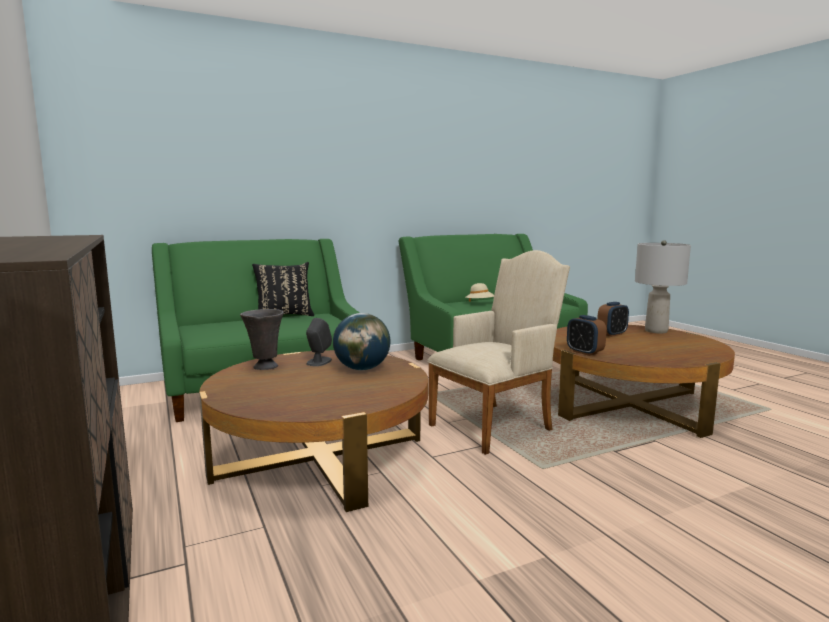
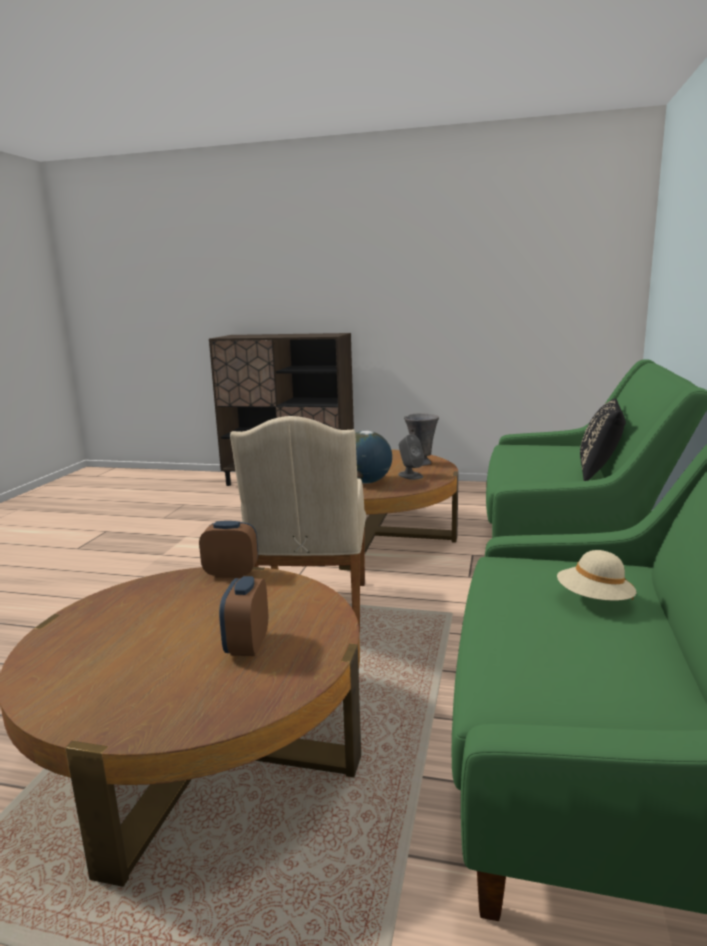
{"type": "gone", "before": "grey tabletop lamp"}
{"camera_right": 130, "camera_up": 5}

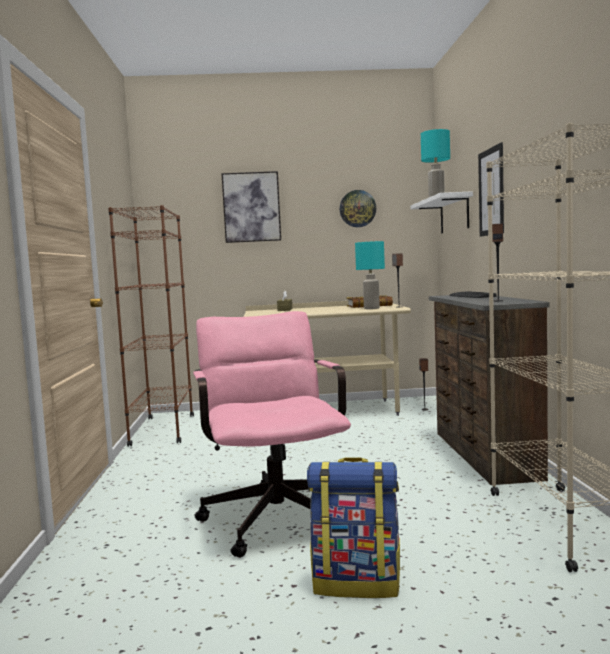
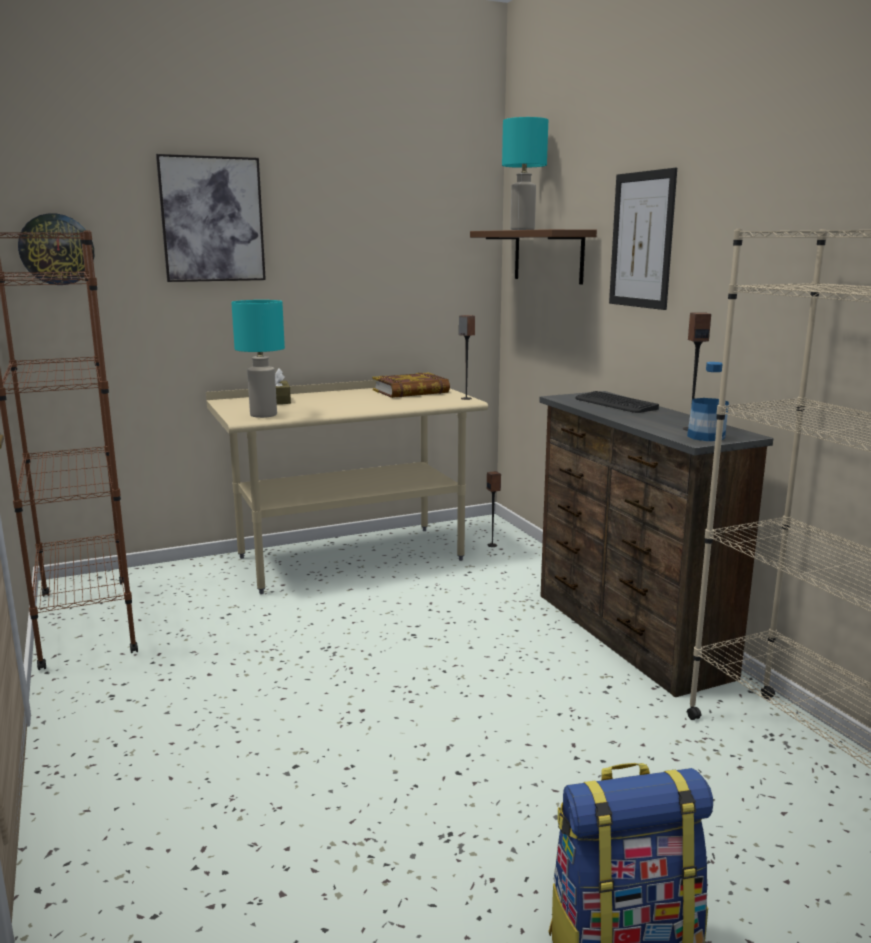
{"type": "shifted", "before": "clock on the wall"}
{"type": "shifted", "before": "turquoise-coloured tabletop lamp (no. 1 from left)"}
{"type": "repainted", "before": "white shelf", "after": "brownish shelf"}
{"type": "new", "after": "drink bottle"}
{"type": "gone", "before": "pinkish desk chair"}
{"camera_right": -20, "camera_up": 10}

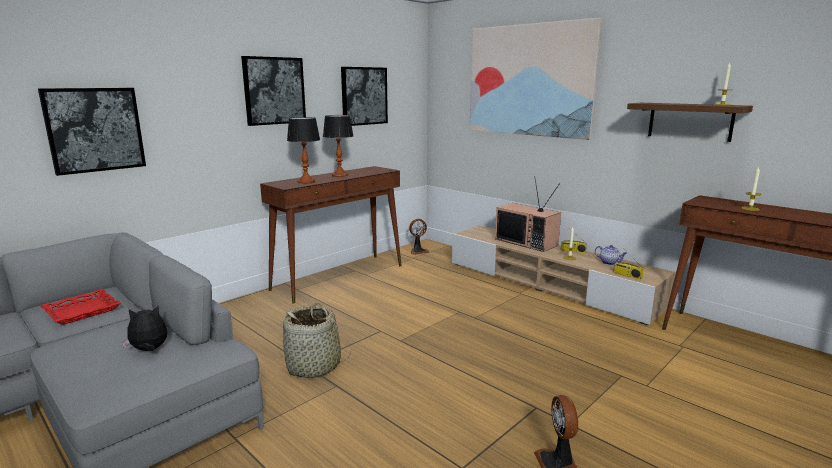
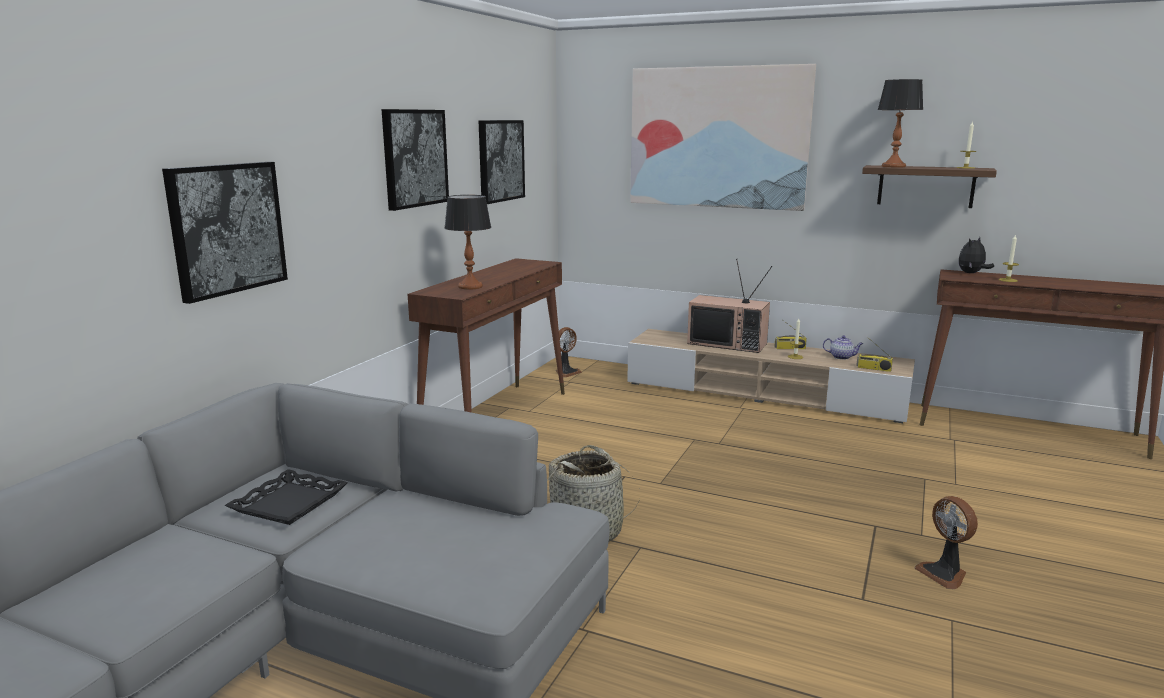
{"type": "repainted", "before": "red carrying tray", "after": "black carrying tray"}
{"type": "shifted", "before": "tabletop lamp (no. 2 from left)"}
{"type": "shifted", "before": "soft toy"}
{"camera_right": -20, "camera_up": 0}

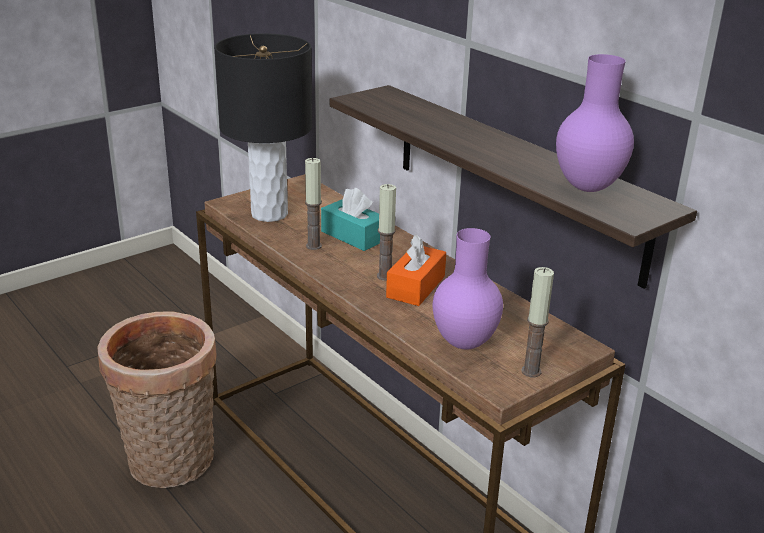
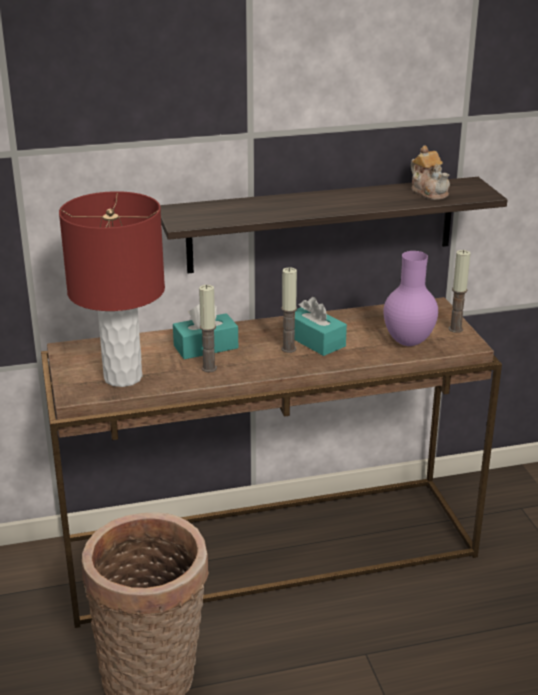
{"type": "repainted", "before": "black tabletop lamp", "after": "red tabletop lamp"}
{"type": "repainted", "before": "orange tissue holder", "after": "turquoise-coloured tissue holder (no. 2 from left)"}
{"type": "swapped", "before": "purple-coloured flower vase (no. 2 from left)", "after": "tea pot"}
{"camera_right": -65, "camera_up": 0}

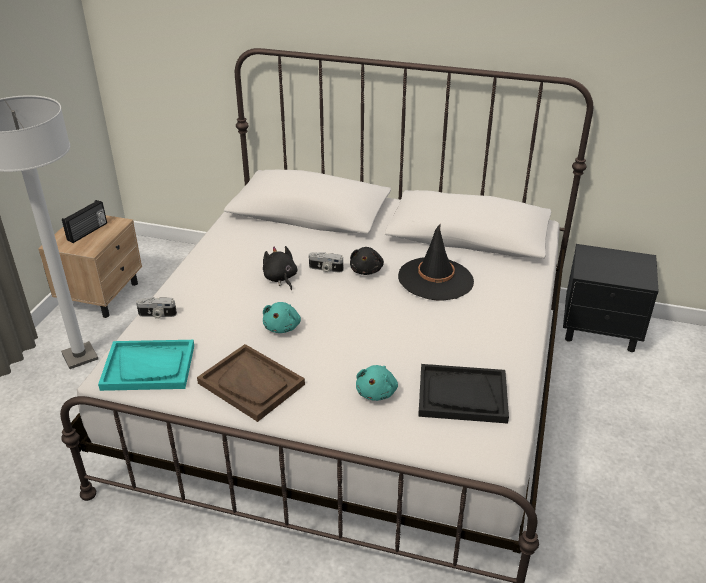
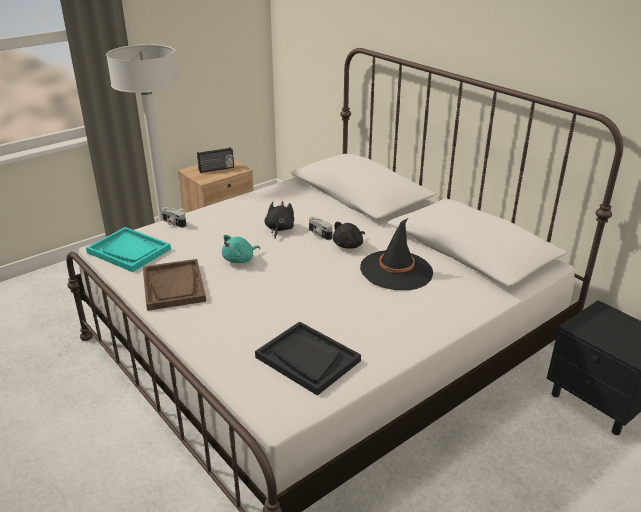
{"type": "gone", "before": "turquoise-coloured soft toy (no. 2 from left)"}
{"camera_right": 35, "camera_up": -5}

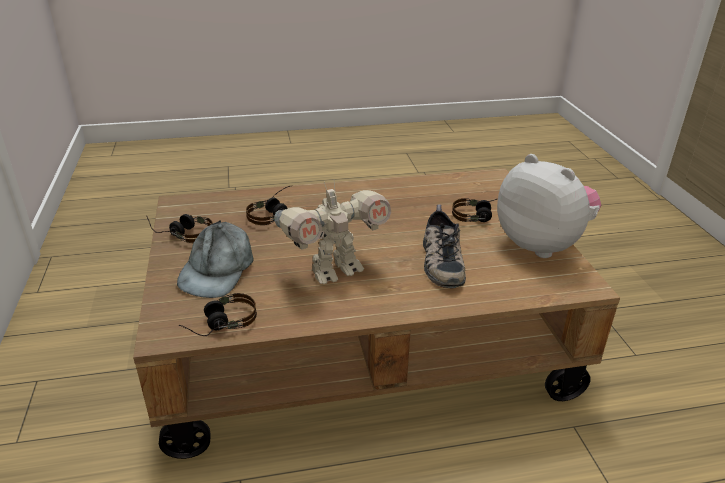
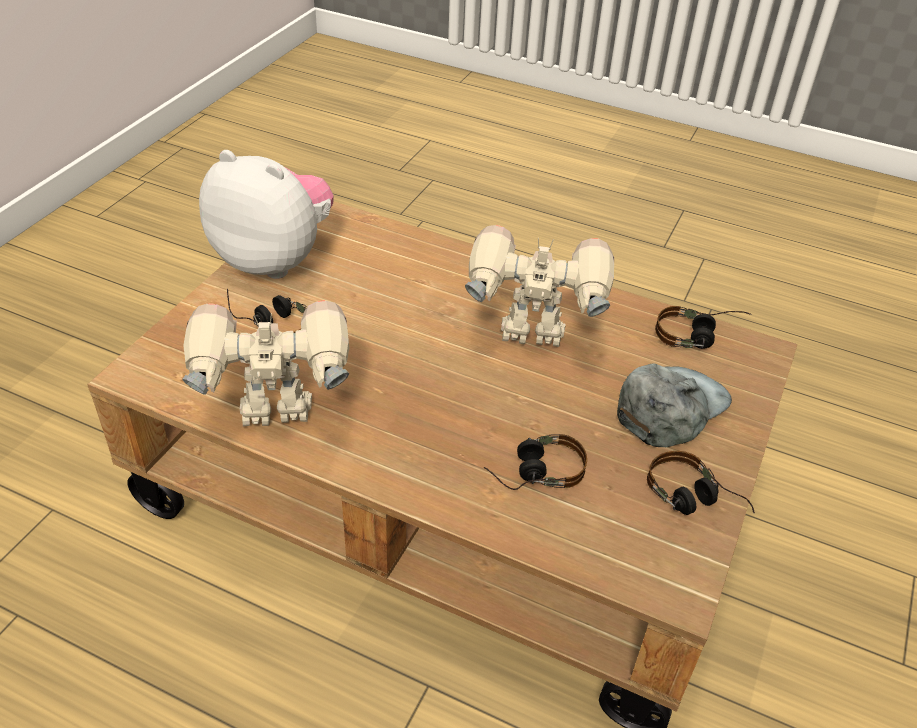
{"type": "new", "after": "model robot (no. 1 from left)"}
{"type": "rotated", "before": "soft toy", "turn": 120}
{"type": "gone", "before": "item of footwear"}
{"camera_right": -145, "camera_up": 10}

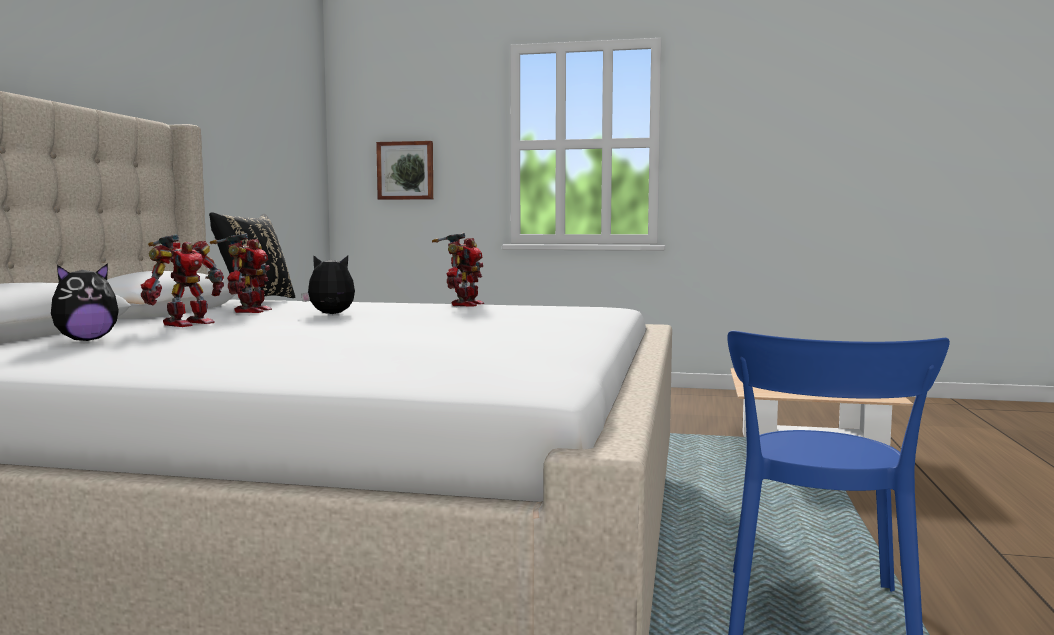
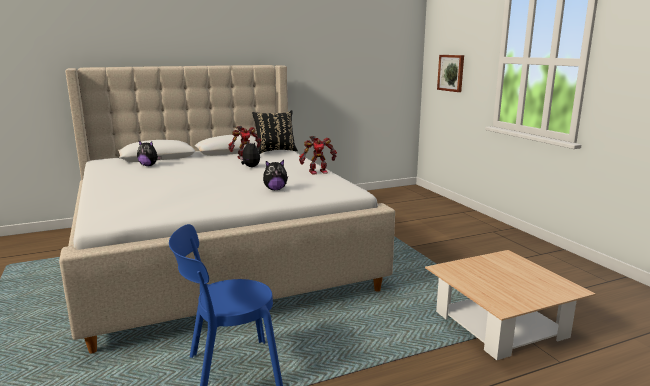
{"type": "new", "after": "soft toy (no. 3 from left)"}
{"type": "gone", "before": "model robot (no. 1 from left)"}
{"camera_right": 55, "camera_up": 10}

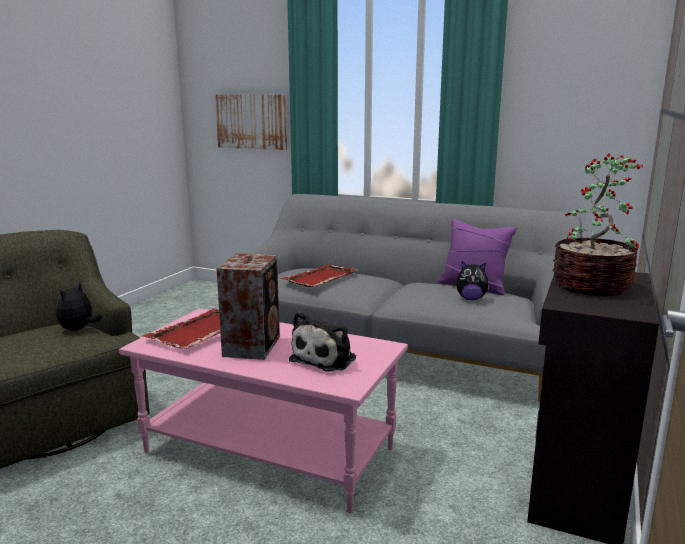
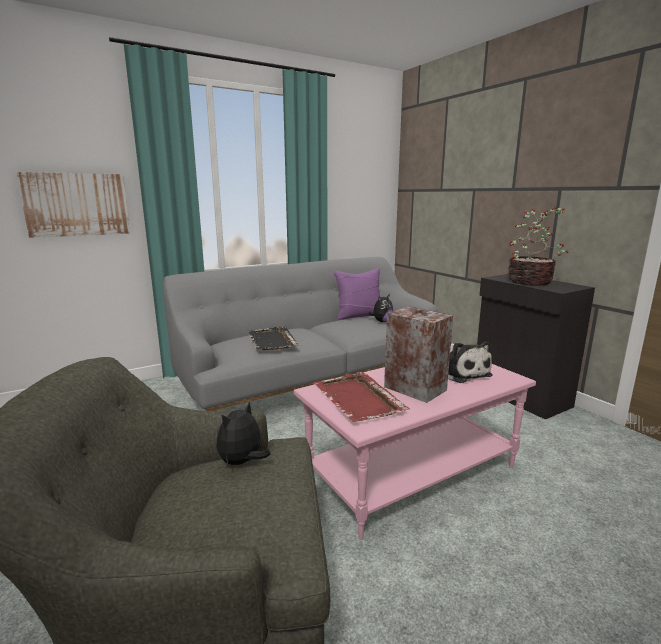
{"type": "rotated", "before": "soft toy (no. 1 from left)", "turn": 75}
{"type": "repainted", "before": "red carrying tray (no. 2 from left)", "after": "black carrying tray"}
{"camera_right": -55, "camera_up": 0}

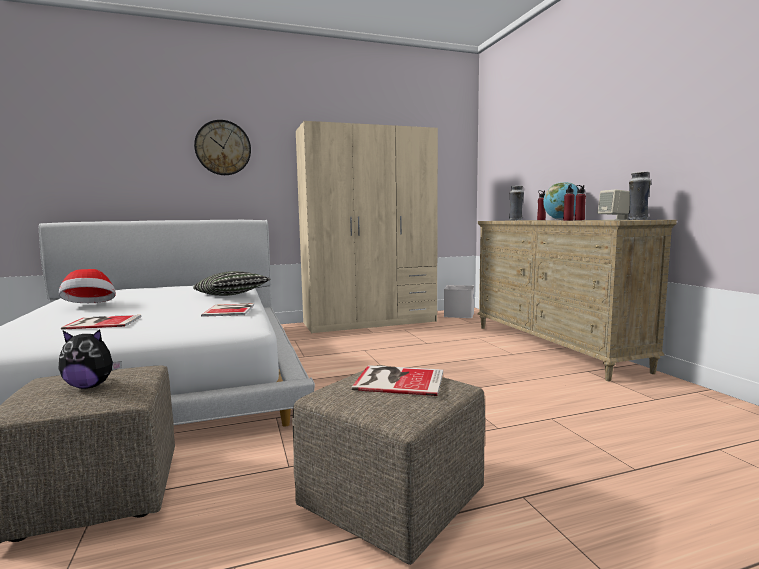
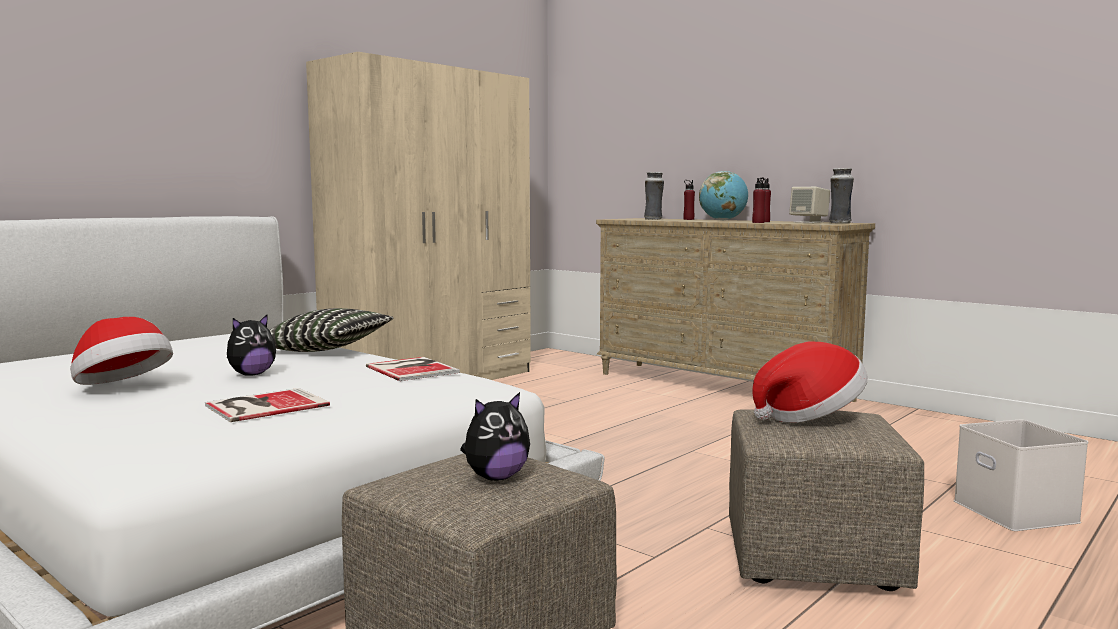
{"type": "new", "after": "soft toy (no. 1 from left)"}
{"type": "swapped", "before": "volume (no. 3 from left)", "after": "clothing hat (no. 2 from left)"}
{"type": "shifted", "before": "white storage container"}
{"type": "gone", "before": "clock on the wall"}
{"camera_right": -30, "camera_up": 0}

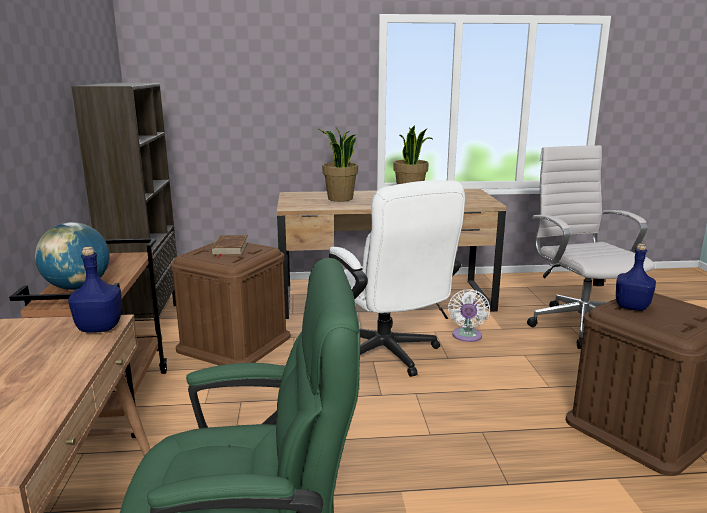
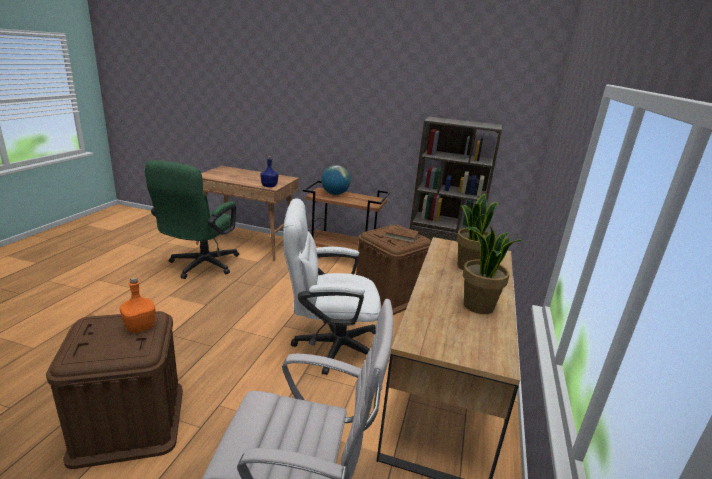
{"type": "repainted", "before": "bluish drink bottle (no. 2 from left)", "after": "orange drink bottle"}
{"type": "gone", "before": "white cooling fan"}
{"camera_right": 110, "camera_up": 5}

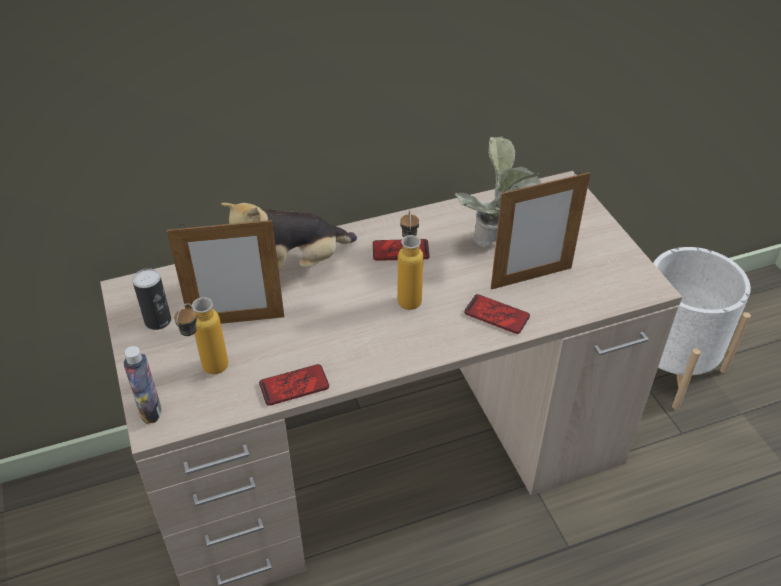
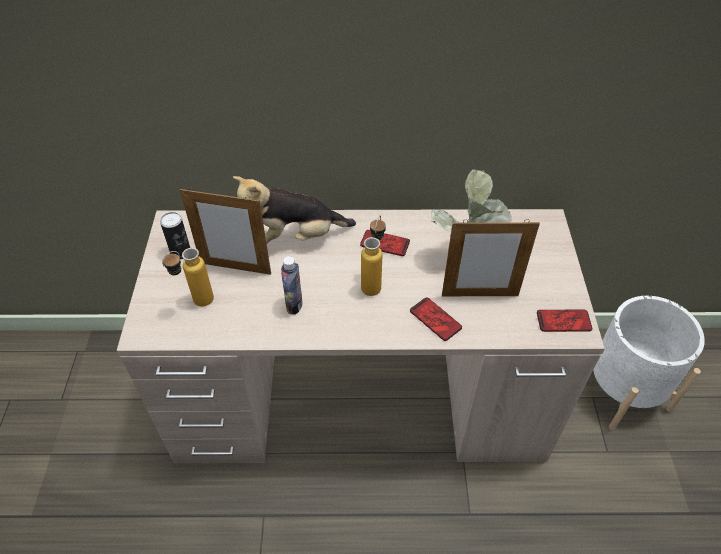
{"type": "shifted", "before": "drink bottle (no. 1 from left in the first image)", "after": "drink bottle (no. 2 from left)"}
{"type": "shifted", "before": "phone (no. 1 from left in the first image)", "after": "phone (no. 3 from left)"}
{"camera_right": 20, "camera_up": 5}

